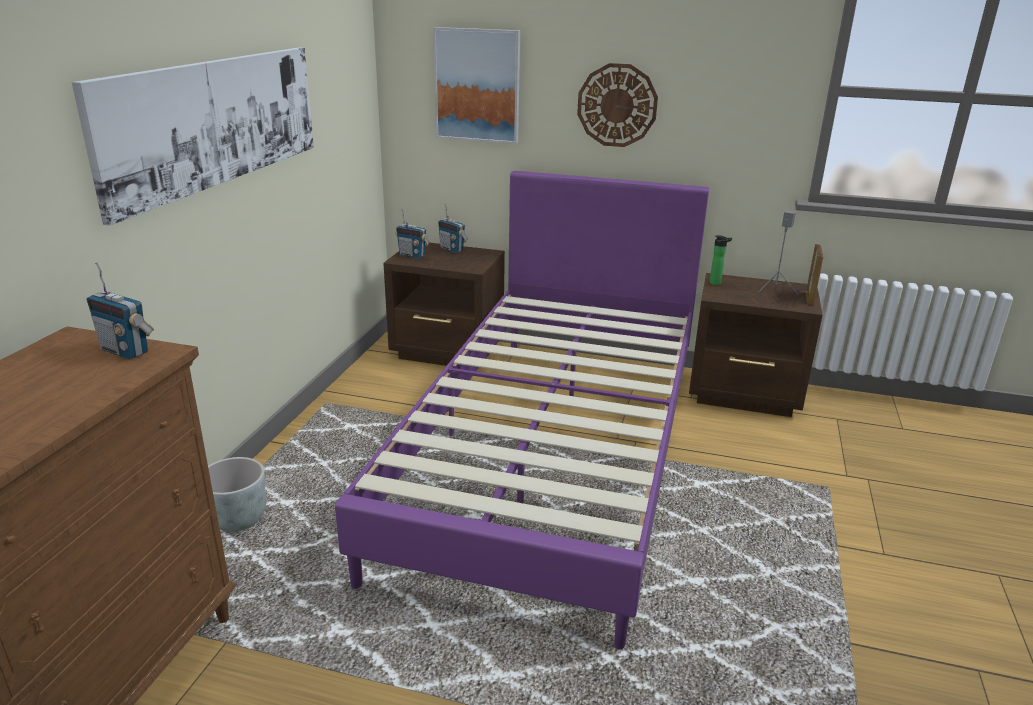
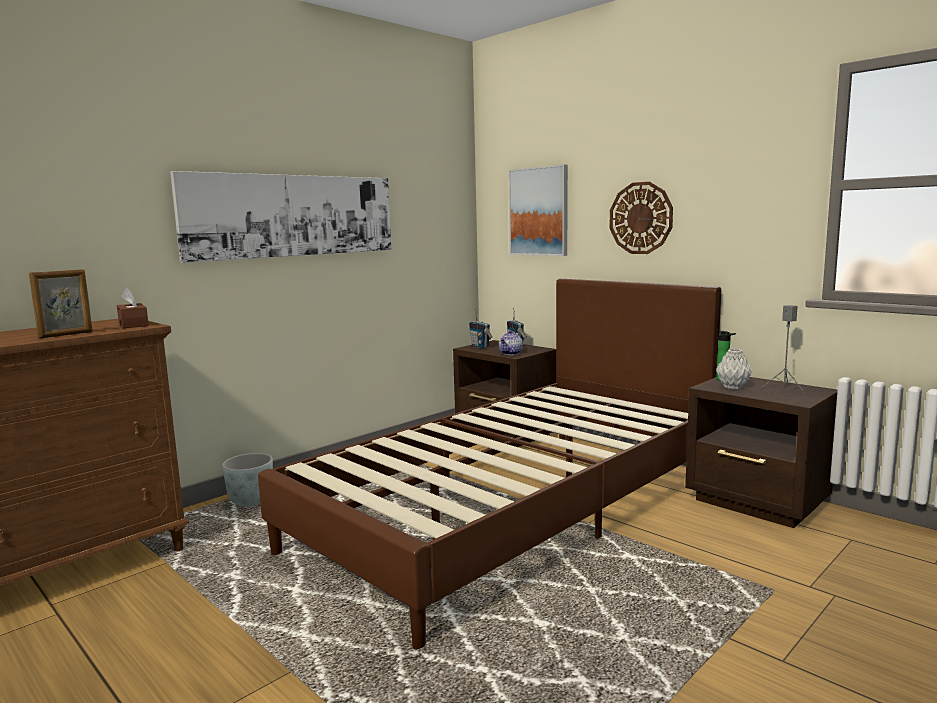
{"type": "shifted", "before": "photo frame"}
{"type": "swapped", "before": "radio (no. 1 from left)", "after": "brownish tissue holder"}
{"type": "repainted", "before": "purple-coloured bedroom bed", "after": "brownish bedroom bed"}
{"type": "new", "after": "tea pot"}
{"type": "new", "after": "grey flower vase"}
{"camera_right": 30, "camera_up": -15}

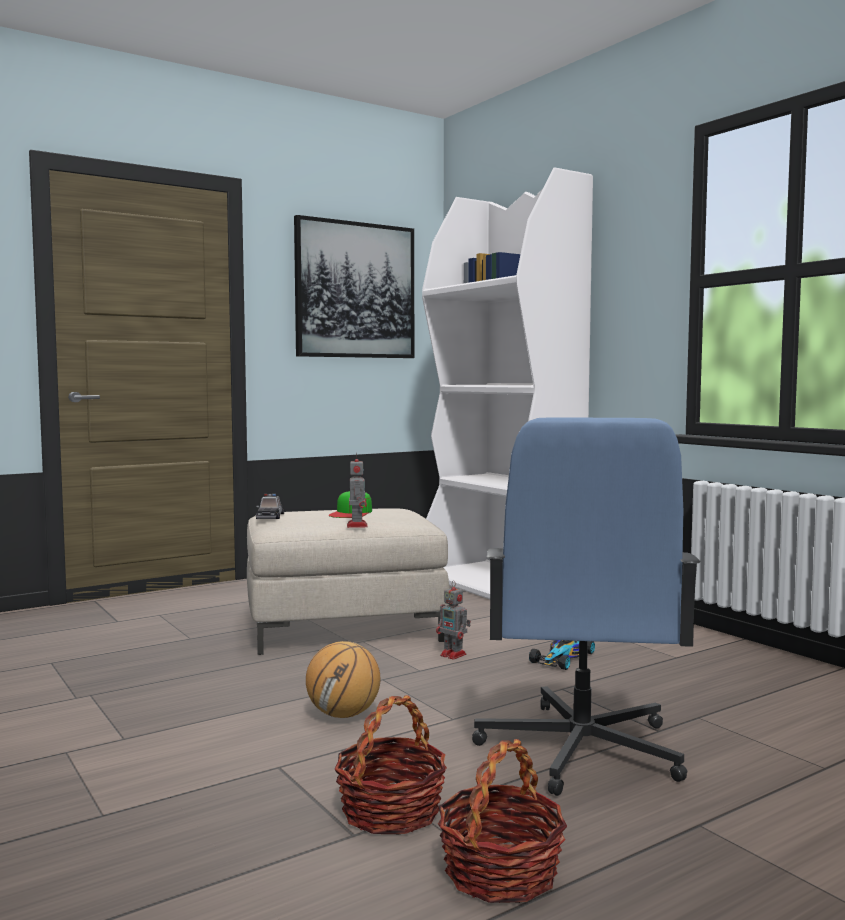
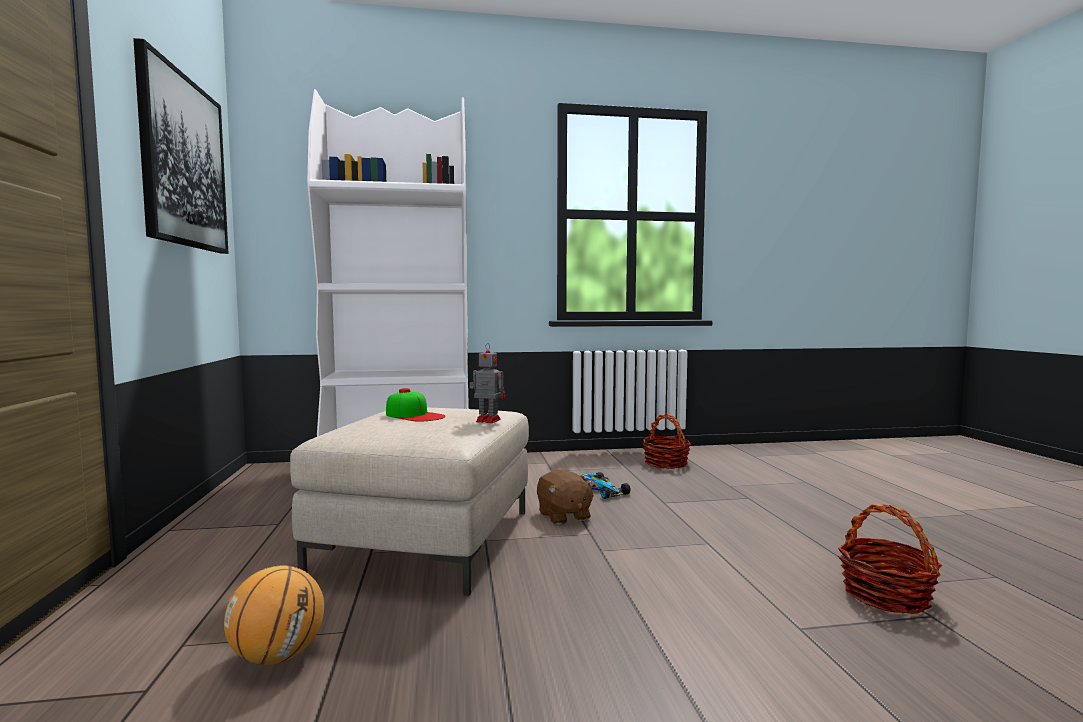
{"type": "shifted", "before": "basketball ball"}
{"type": "swapped", "before": "model robot (no. 2 from left)", "after": "brownish soft toy"}
{"type": "shifted", "before": "storage basket (no. 2 from left in the first image)", "after": "storage basket (no. 1 from left)"}
{"type": "gone", "before": "toy car (no. 1 from left)"}
{"type": "gone", "before": "bluish desk chair"}
{"camera_right": -65, "camera_up": 0}

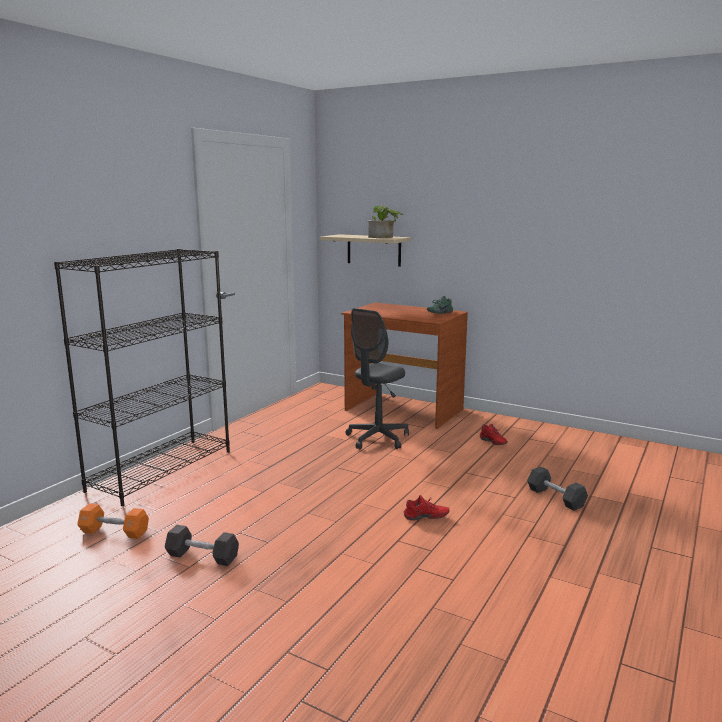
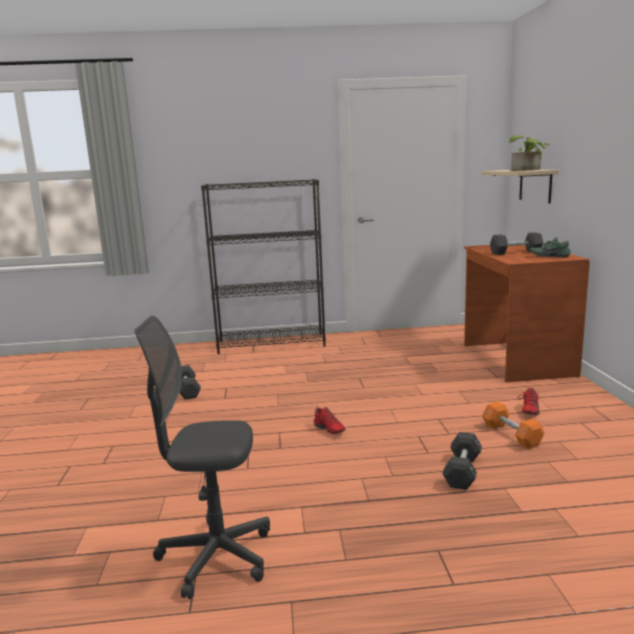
{"type": "shifted", "before": "grey desk chair"}
{"type": "shifted", "before": "orange hand weight"}
{"type": "new", "after": "black hand weight (no. 3 from left)"}
{"camera_right": 55, "camera_up": 0}

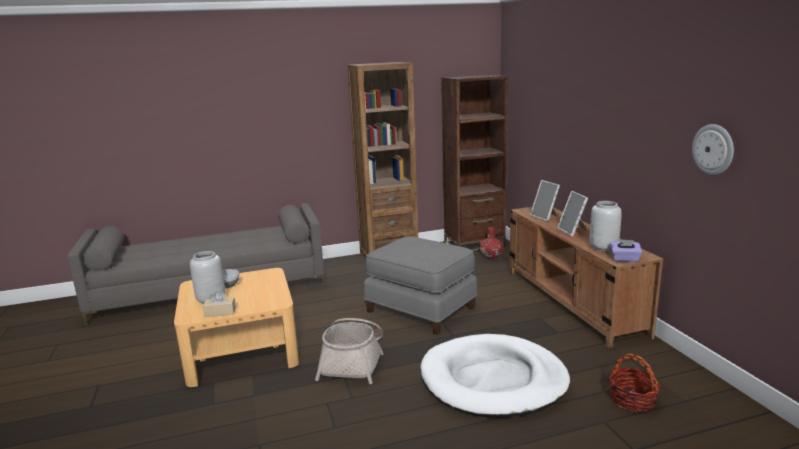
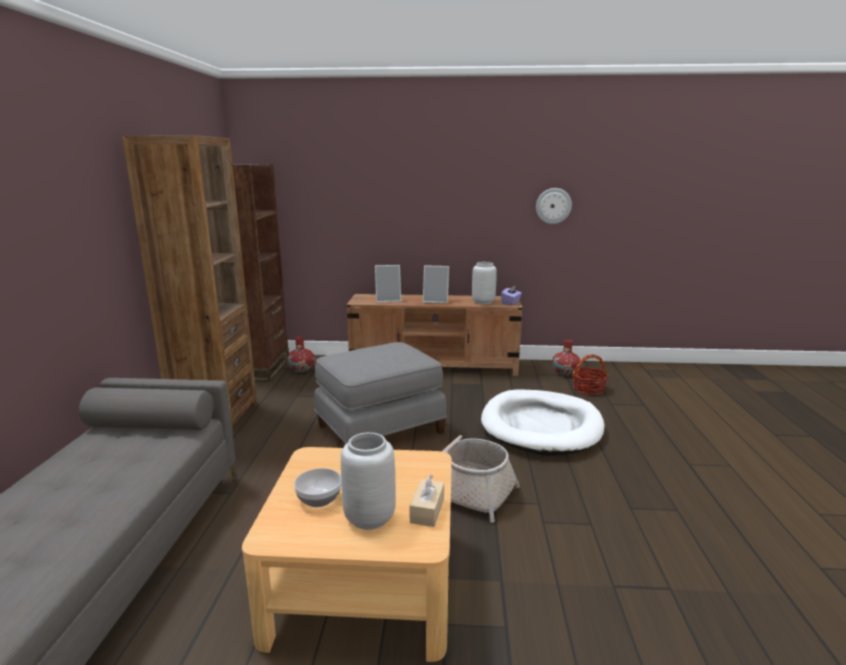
{"type": "new", "after": "red flower vase (no. 2 from left)"}
{"camera_right": -70, "camera_up": 0}

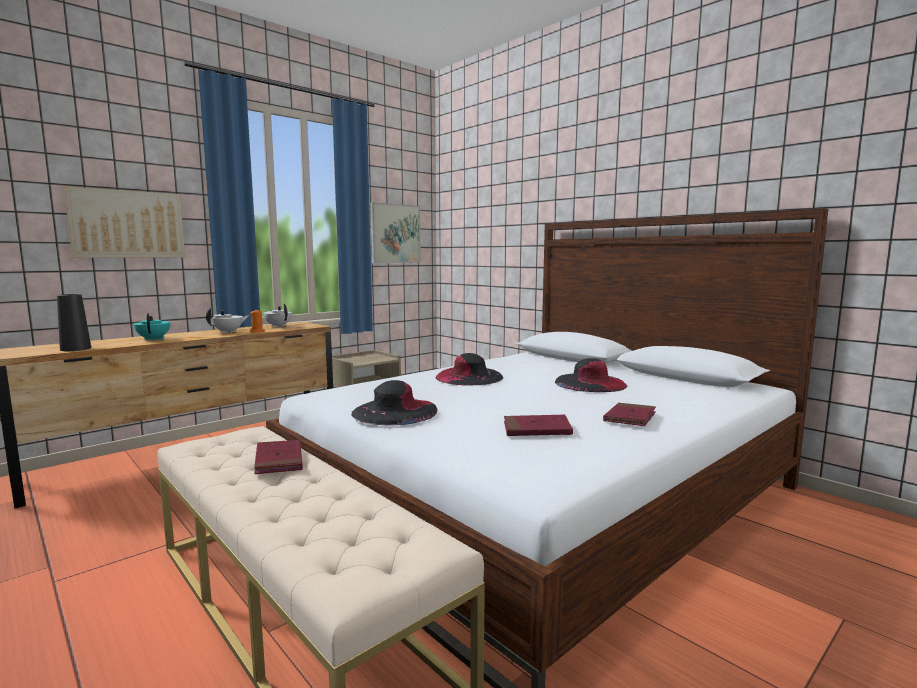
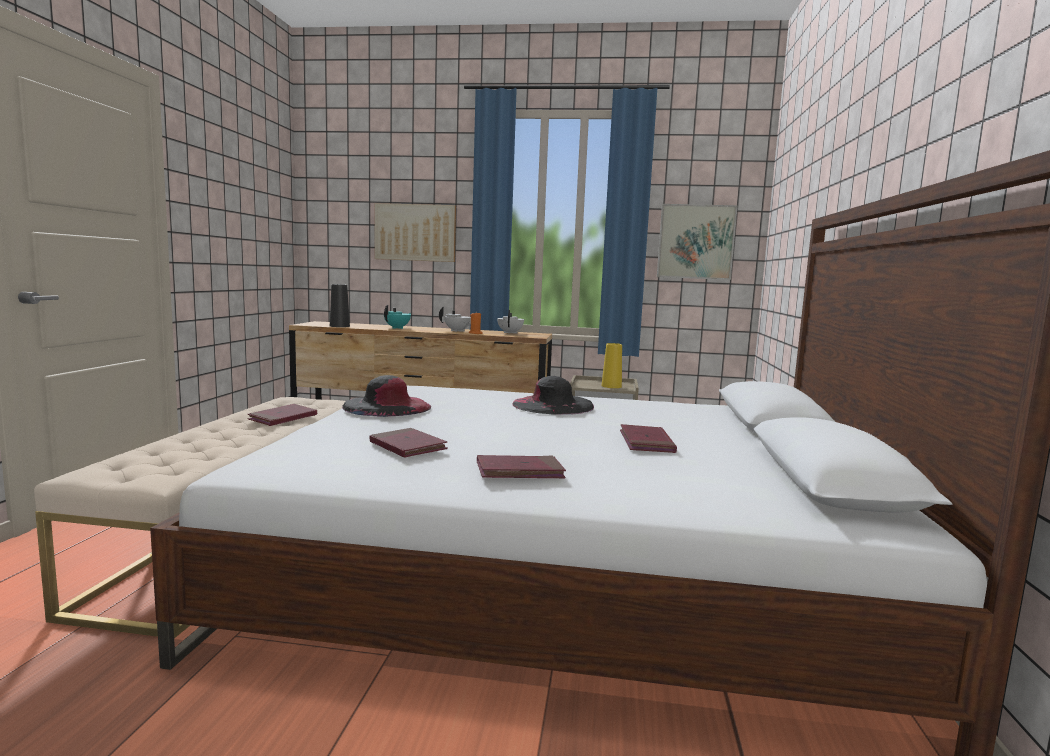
{"type": "new", "after": "yellow flower vase"}
{"type": "swapped", "before": "black clothing hat (no. 3 from left)", "after": "red volume (no. 4 from left)"}
{"camera_right": 50, "camera_up": 0}

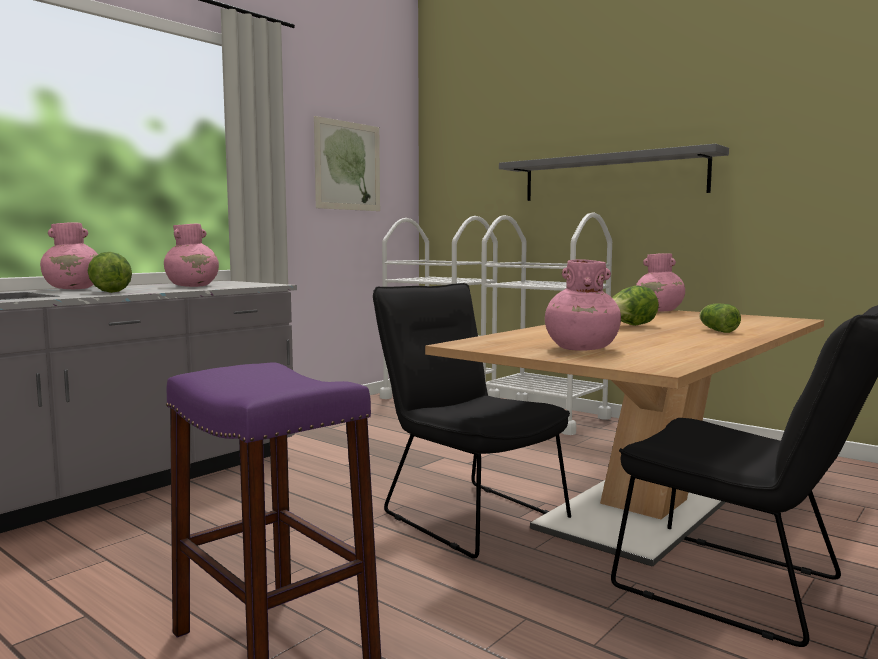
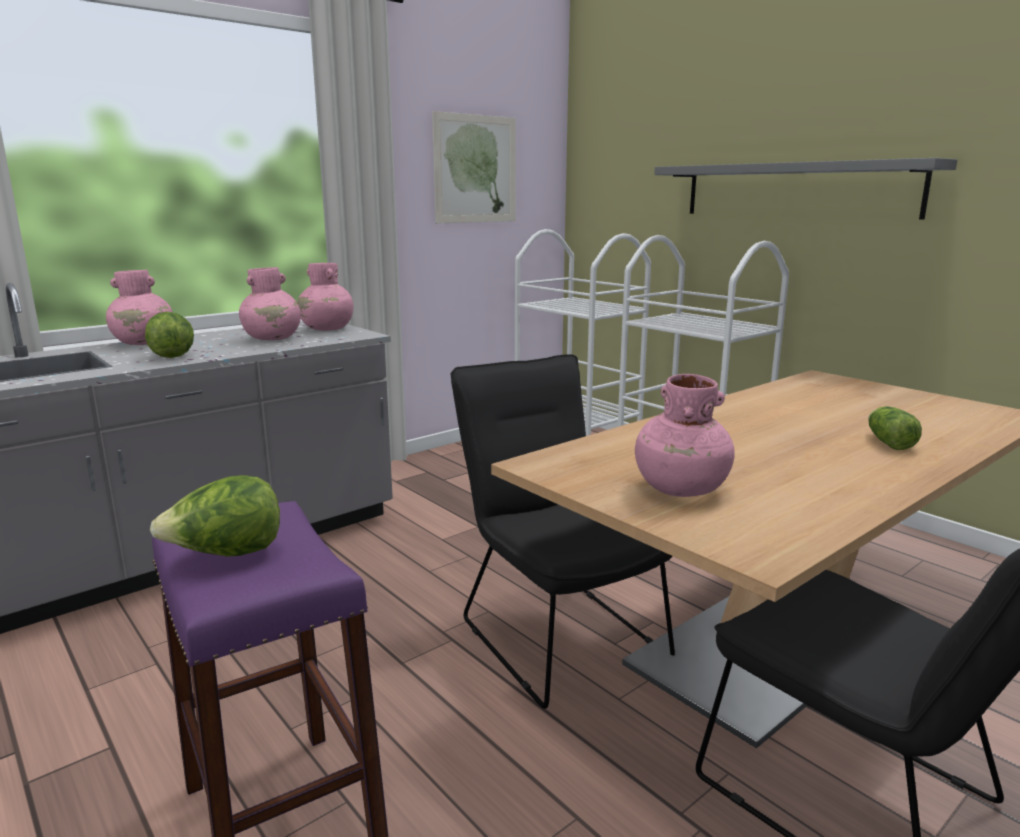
{"type": "shifted", "before": "lettuce head (no. 2 from left)"}
{"type": "shifted", "before": "pinkish flower vase (no. 4 from left in the first image)", "after": "pinkish flower vase (no. 3 from left)"}
{"camera_right": 10, "camera_up": 10}

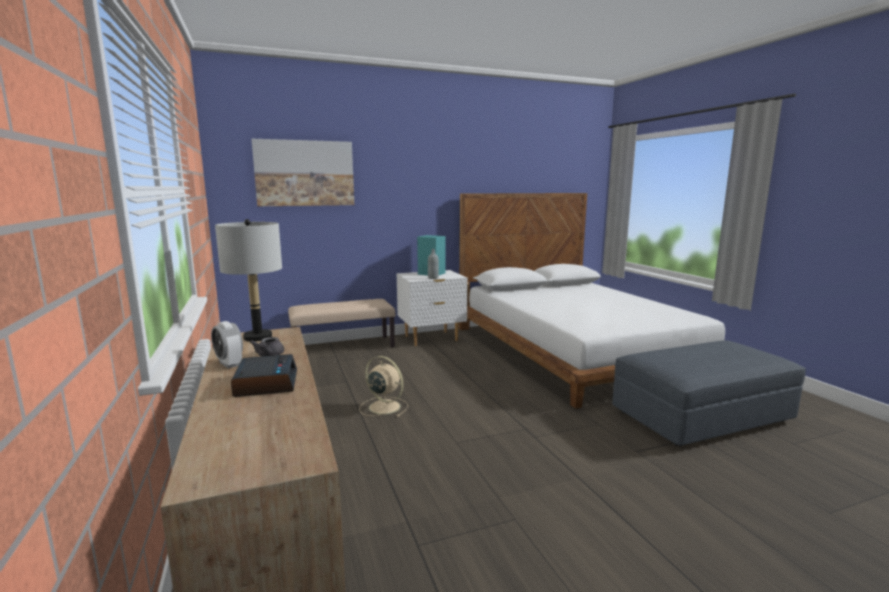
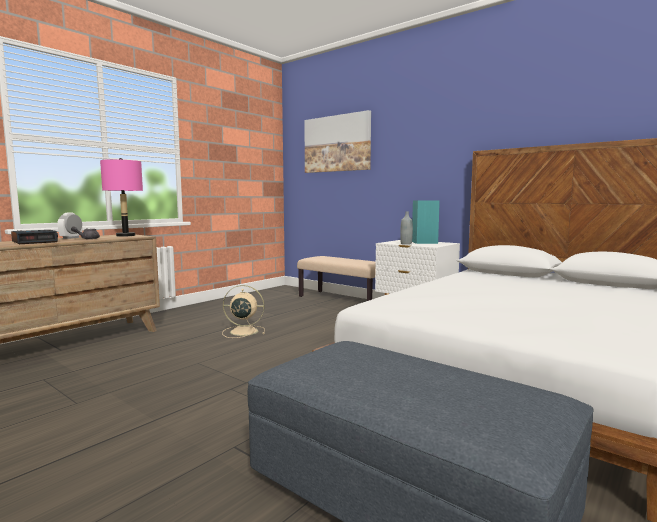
{"type": "repainted", "before": "grey tabletop lamp", "after": "pinkish tabletop lamp"}
{"type": "rotated", "before": "beige cooling fan", "turn": -90}
{"camera_right": 60, "camera_up": -5}

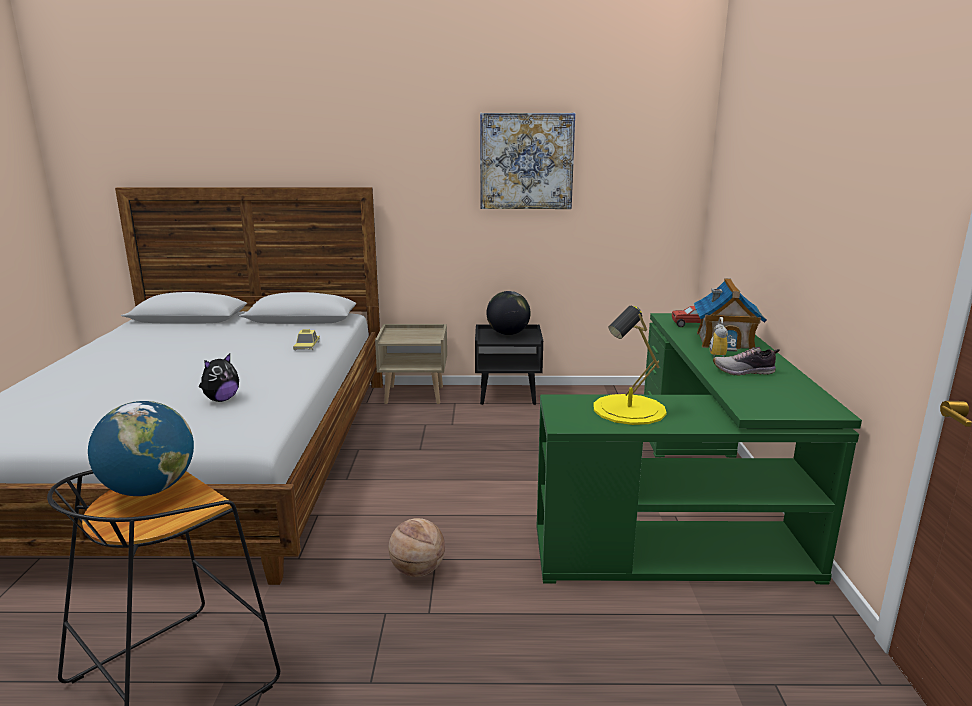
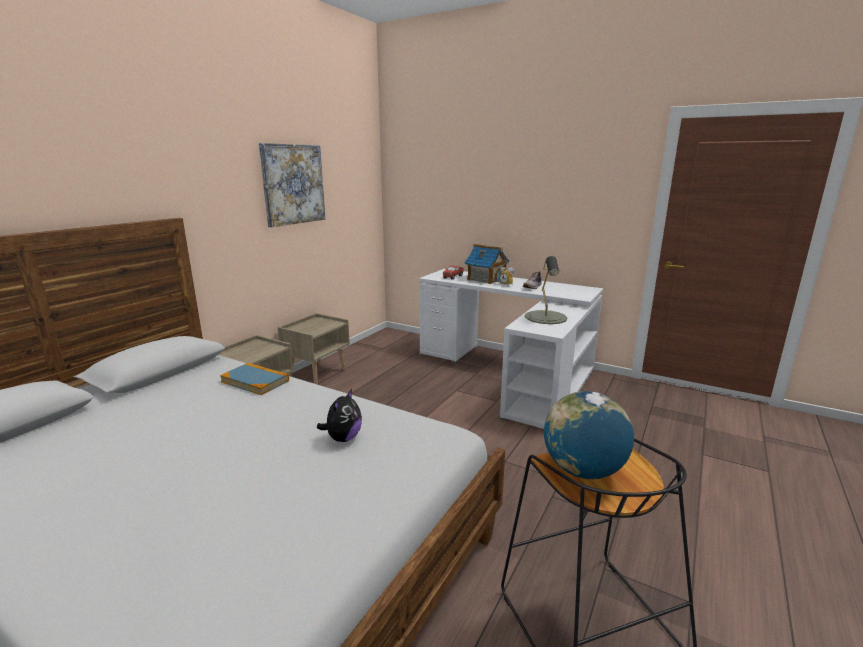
{"type": "swapped", "before": "toy car", "after": "volume"}
{"type": "repainted", "before": "black nightstand", "after": "beige nightstand (no. 2 from left)"}
{"type": "rotated", "before": "soft toy", "turn": 45}
{"type": "repainted", "before": "green desk unit", "after": "white desk unit"}
{"type": "repainted", "before": "yellow tabletop lamp", "after": "grey tabletop lamp"}
{"type": "gone", "before": "basketball ball"}
{"type": "gone", "before": "desk globe (no. 2 from left)"}
{"camera_right": -60, "camera_up": 0}

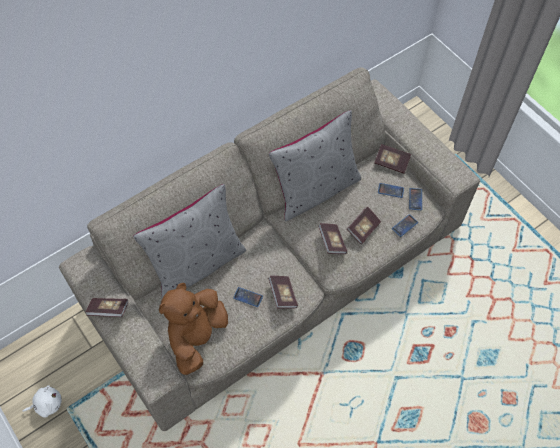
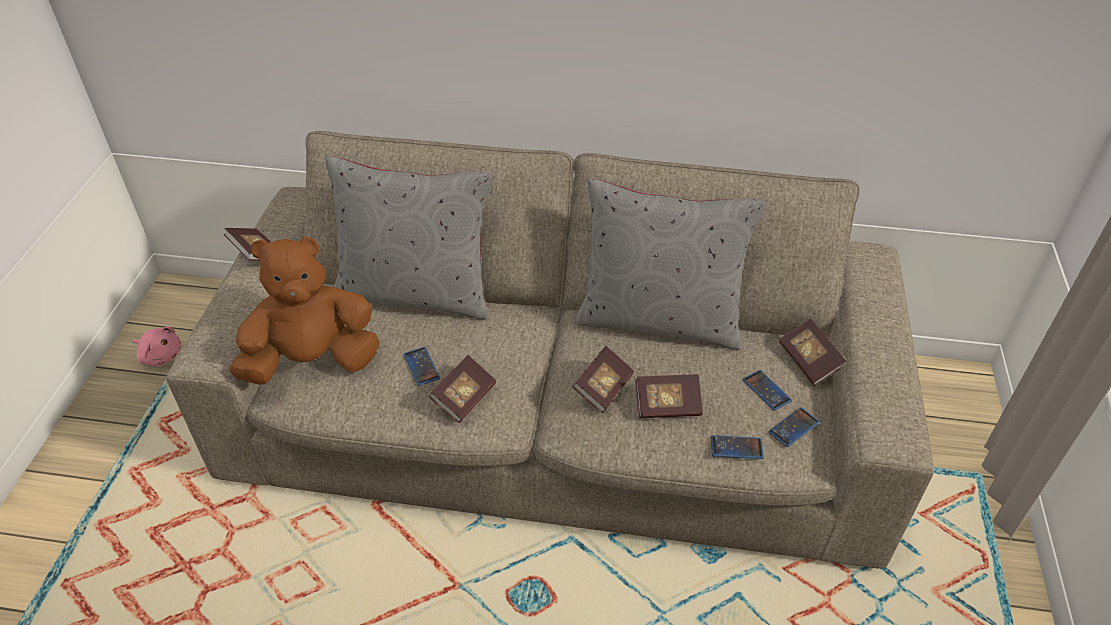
{"type": "repainted", "before": "white soft toy", "after": "pinkish soft toy"}
{"camera_right": 45, "camera_up": -15}

